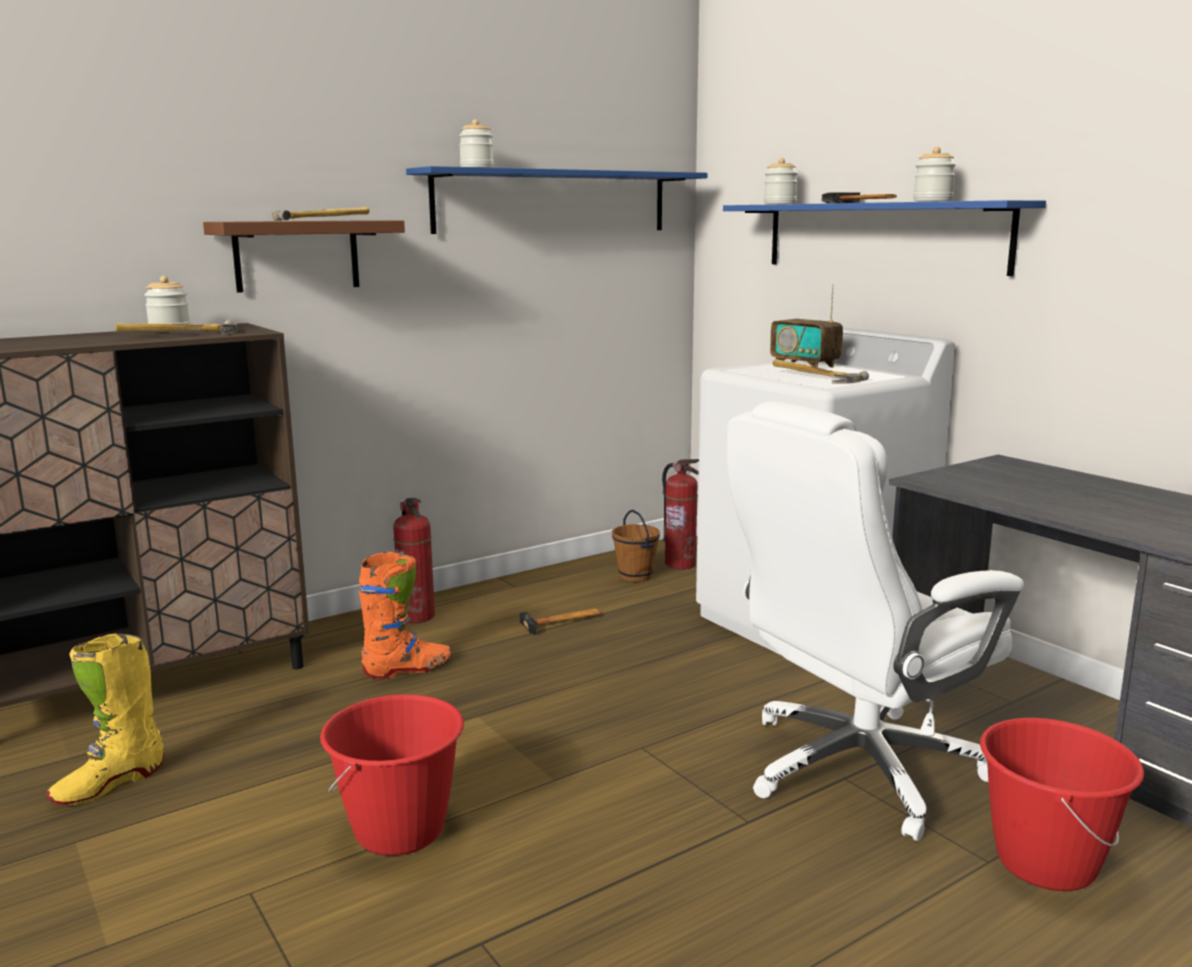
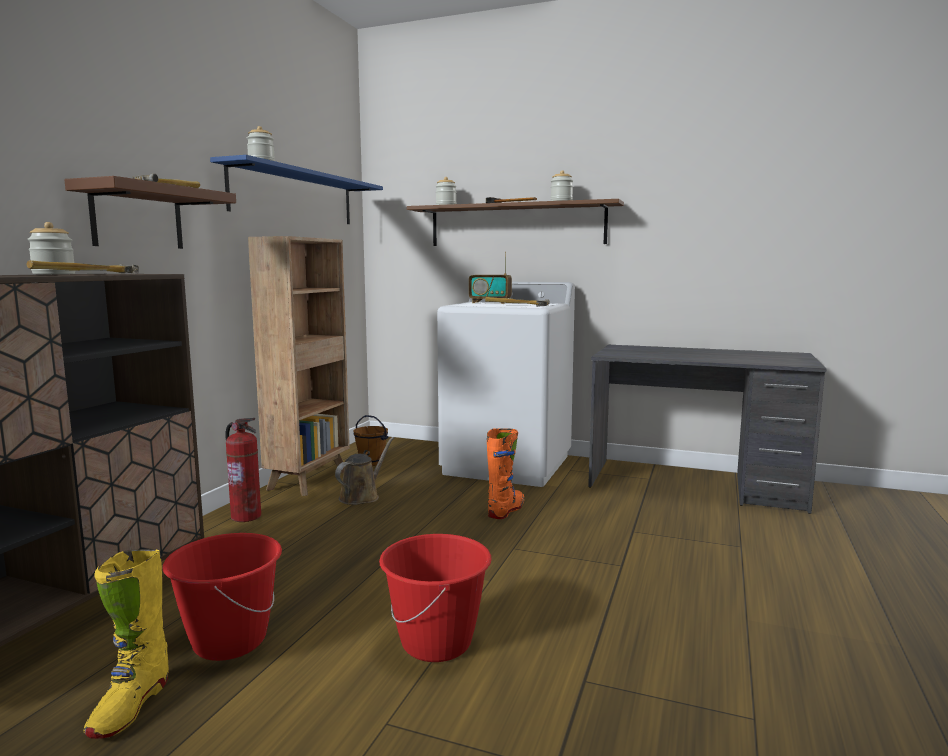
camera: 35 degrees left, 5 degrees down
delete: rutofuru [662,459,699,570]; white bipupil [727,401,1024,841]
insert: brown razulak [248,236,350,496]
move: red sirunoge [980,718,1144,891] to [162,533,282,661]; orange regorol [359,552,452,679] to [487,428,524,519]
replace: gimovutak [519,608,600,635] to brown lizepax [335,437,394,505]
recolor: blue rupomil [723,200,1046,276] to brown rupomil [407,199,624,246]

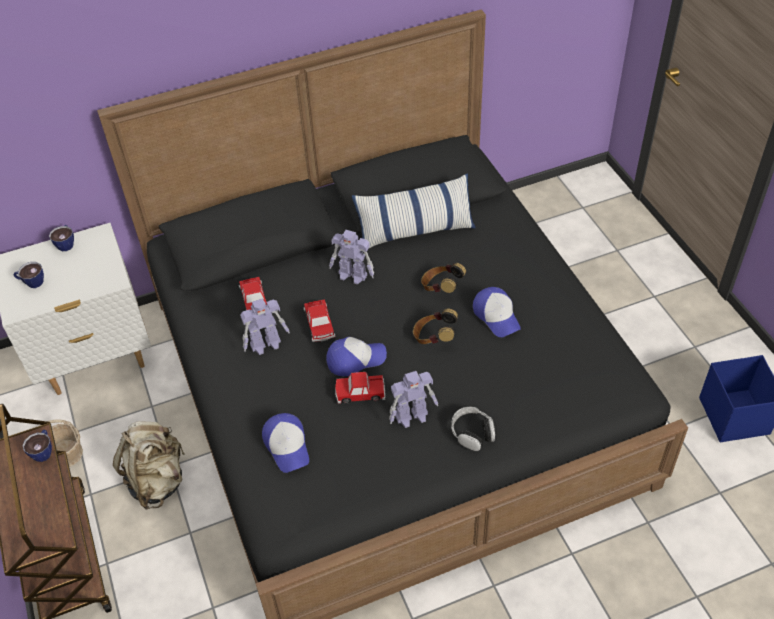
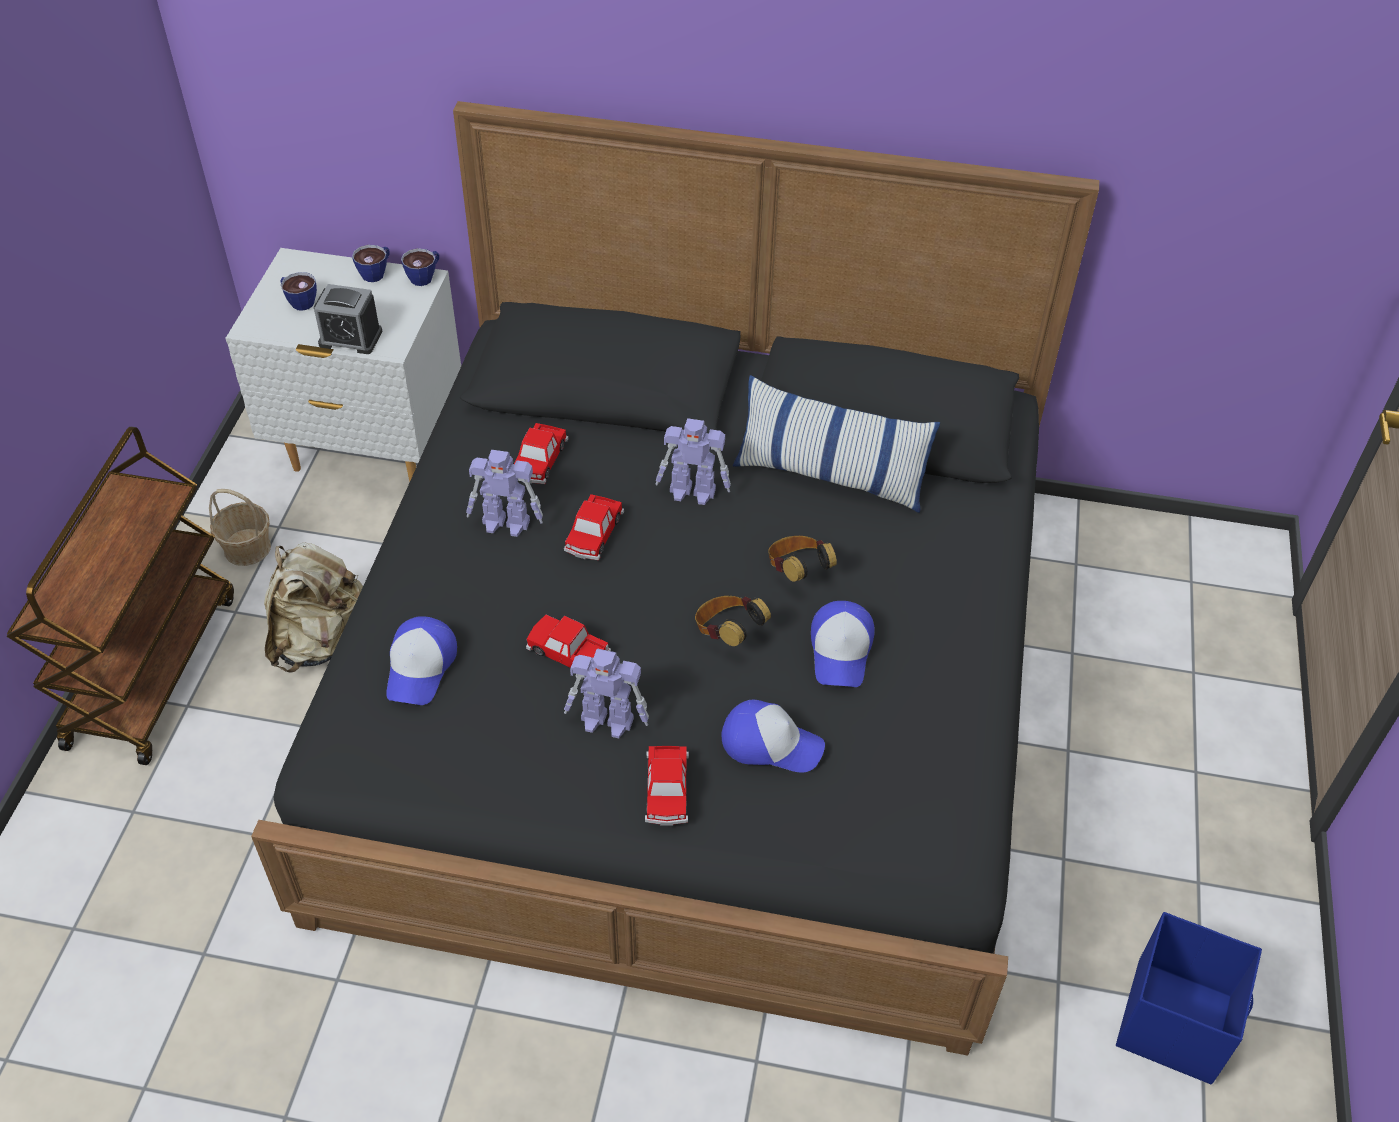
camera: 30 degrees right, 0 degrees up
insert: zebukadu [314,284,382,354]
move: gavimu [22,430,52,462] to [401,248,439,286]; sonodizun [326,337,387,376] to [721,700,825,773]
replace: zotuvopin [451,407,495,451] to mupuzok [645,746,689,826]
rotate: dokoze [329,230,374,284] = [655,418,731,505] 45 degrees counterclockwise

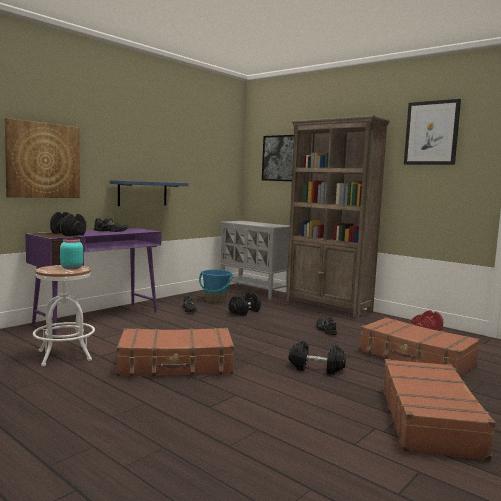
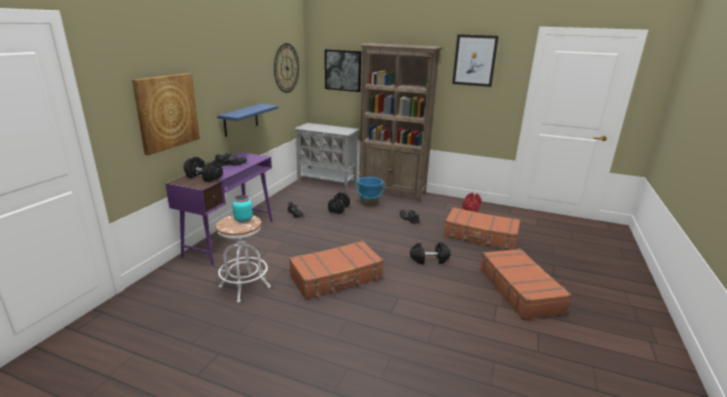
camera: 20 degrees left, 15 degrees up
insert: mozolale [274,43,299,93]
move: blue sirunoge [199,270,233,303] to [356,177,385,206]

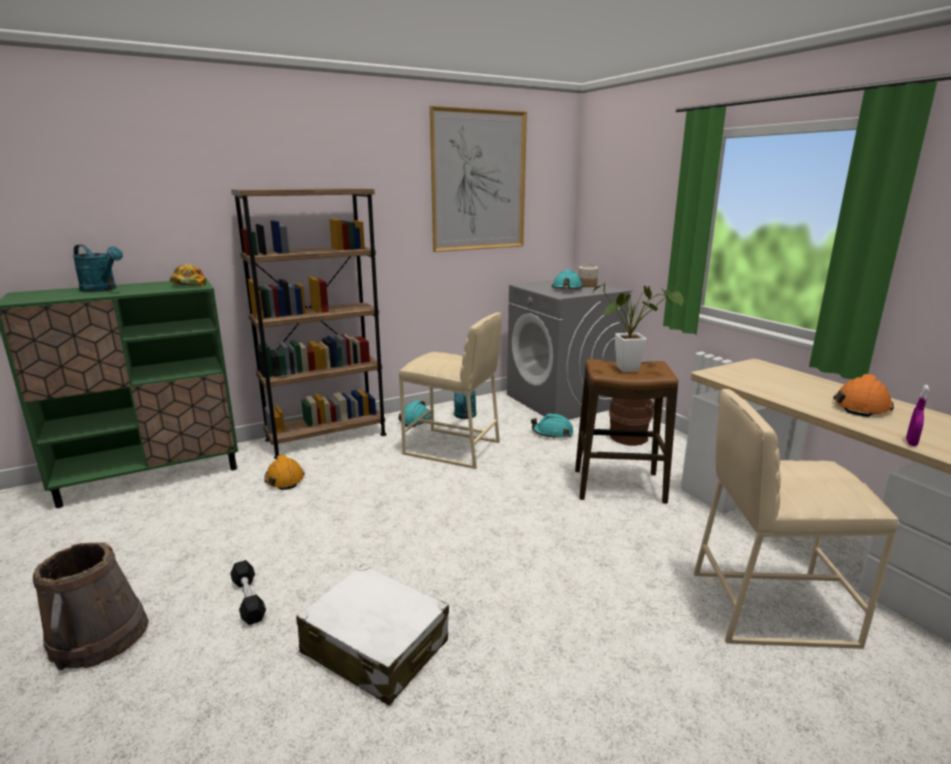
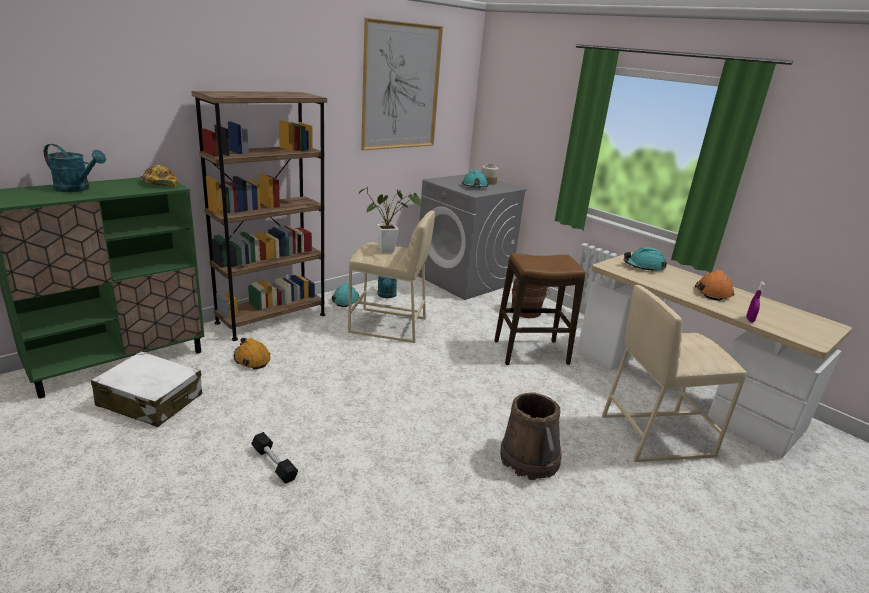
camera: 15 degrees left, 5 degrees up
move: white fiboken [296,564,449,706] to [91,351,202,427]; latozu [593,282,683,372] to [359,186,421,253]; brown sirunoge [33,542,149,670] to [500,392,562,480]; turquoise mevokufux [531,414,573,439] to [624,247,667,272]

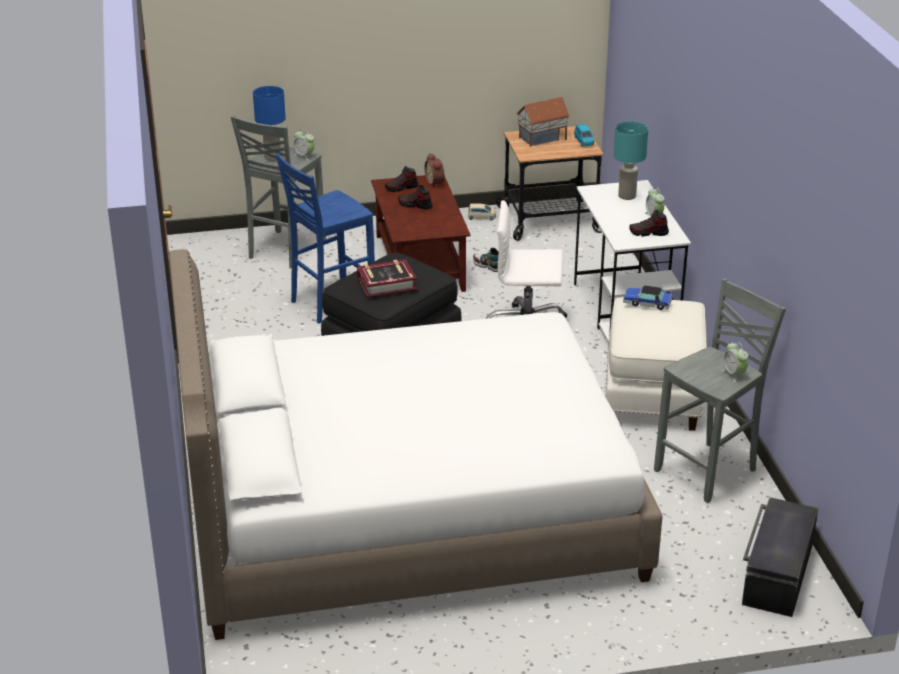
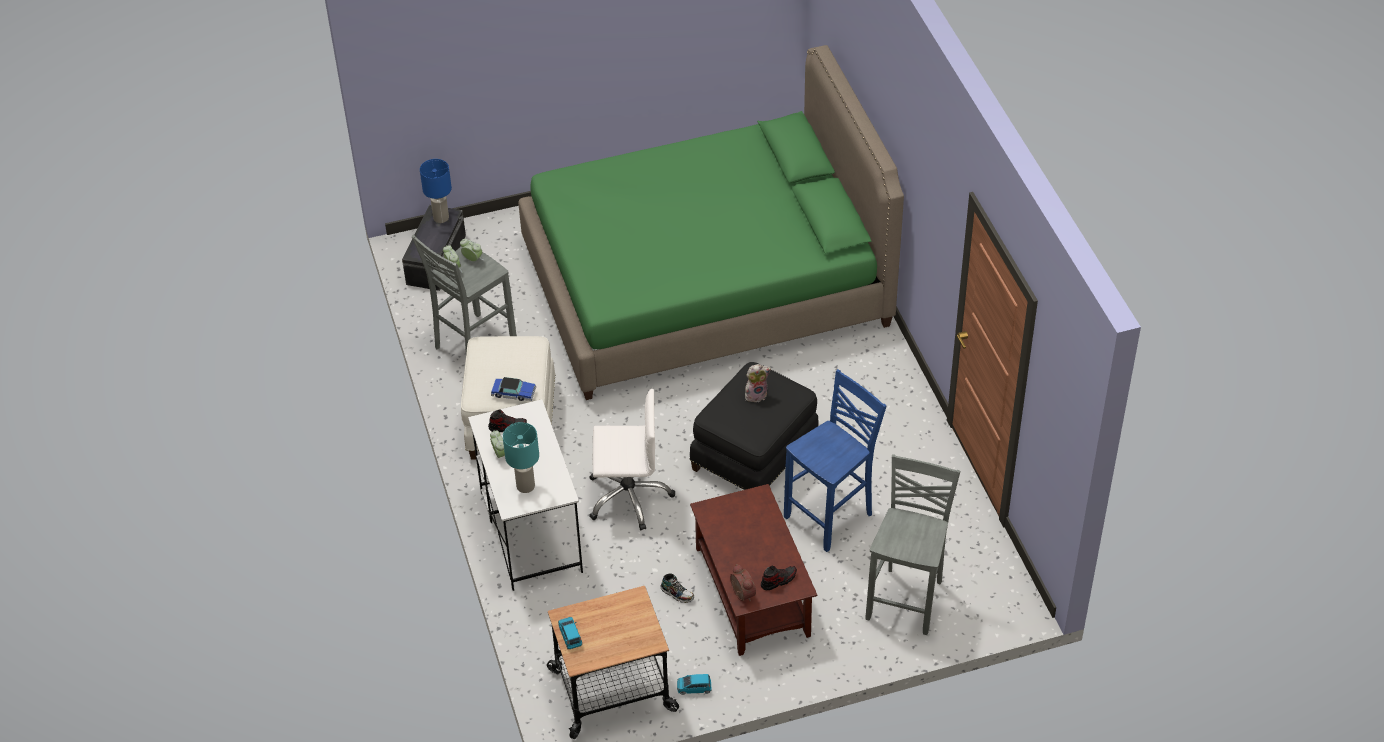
camera: 175 degrees right, 15 degrees up
delete: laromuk [398,185,432,210]; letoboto [517,97,570,147]
move: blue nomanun [253,86,286,161] to [420,159,452,223]; zebukadu [294,129,315,161] to [460,239,484,262]
replace: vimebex [357,259,417,298] to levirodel [745,364,771,402]
recolor: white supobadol [169,249,663,640] to green supobadol [518,45,904,400]; beige mupuzok [468,203,496,221] to blue mupuzok [677,674,712,695]

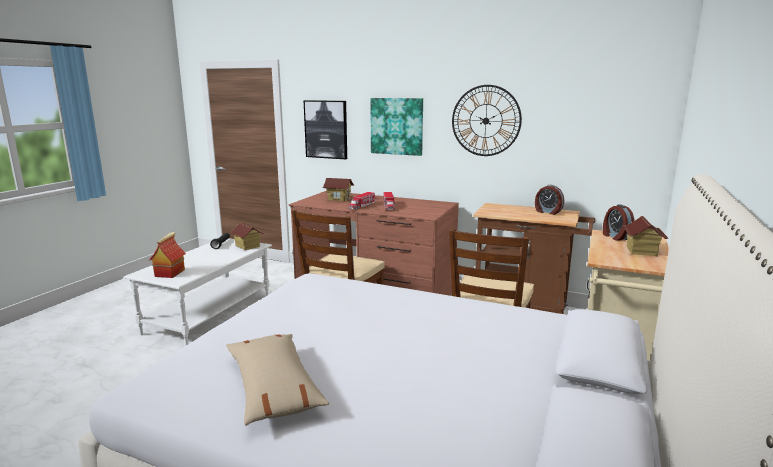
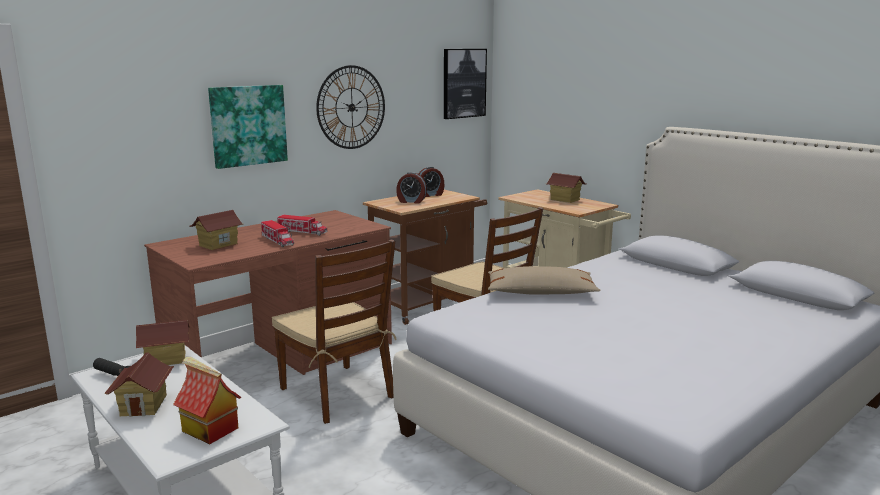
camera: 65 degrees left, 0 degrees up
insert: letoboto [104,352,174,417]
move: zebukadu [603,204,635,241] to [396,172,427,204]; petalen [303,100,347,159] to [444,49,487,119]; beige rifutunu [226,334,329,426] to [488,266,601,295]

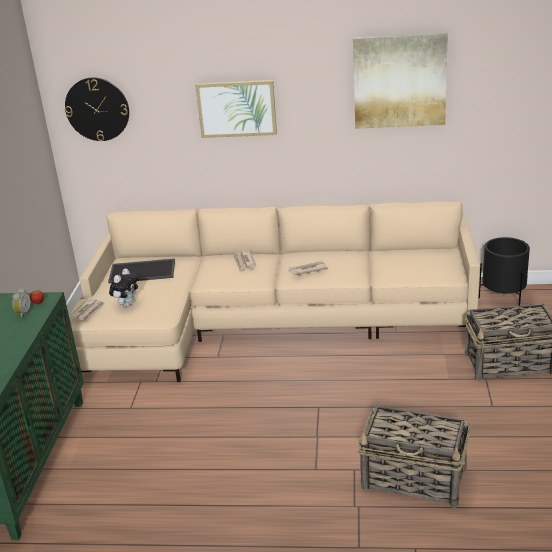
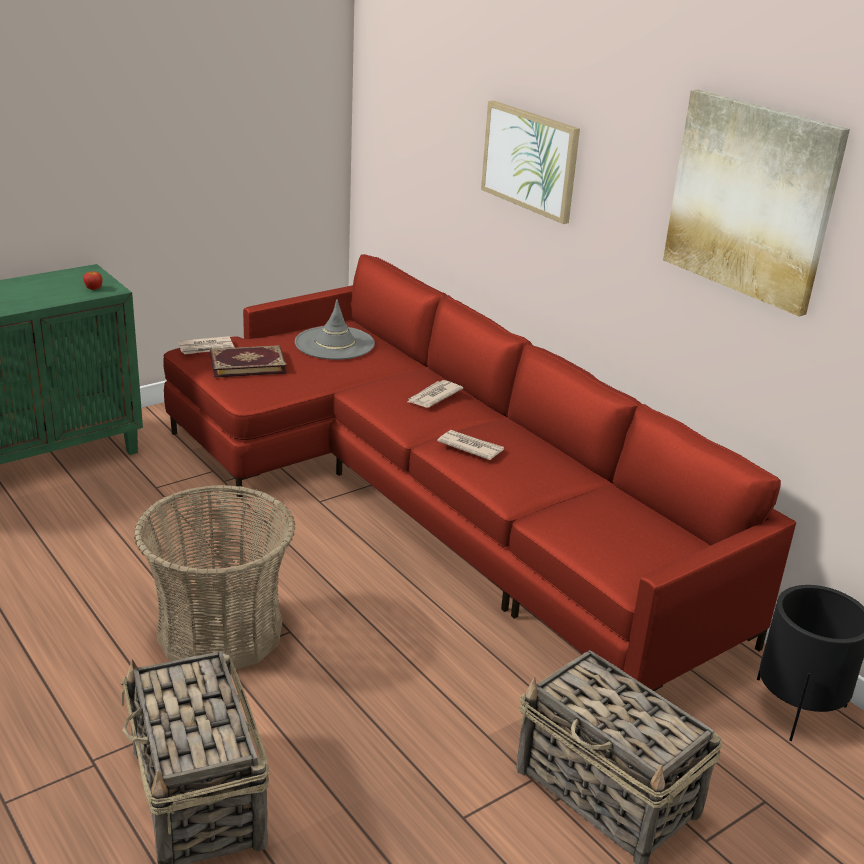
camera: 45 degrees right, 0 degrees up
delete: zebukadu [12,288,30,318]; mozolale [65,77,129,141]
insert: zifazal [134,485,295,670]
replace: levirodel [109,269,138,307] to vimebex [210,345,287,378]; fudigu [108,258,175,284] to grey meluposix [295,299,375,360]
recolor: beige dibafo [70,201,480,382] to red dibafo [163,254,796,691]

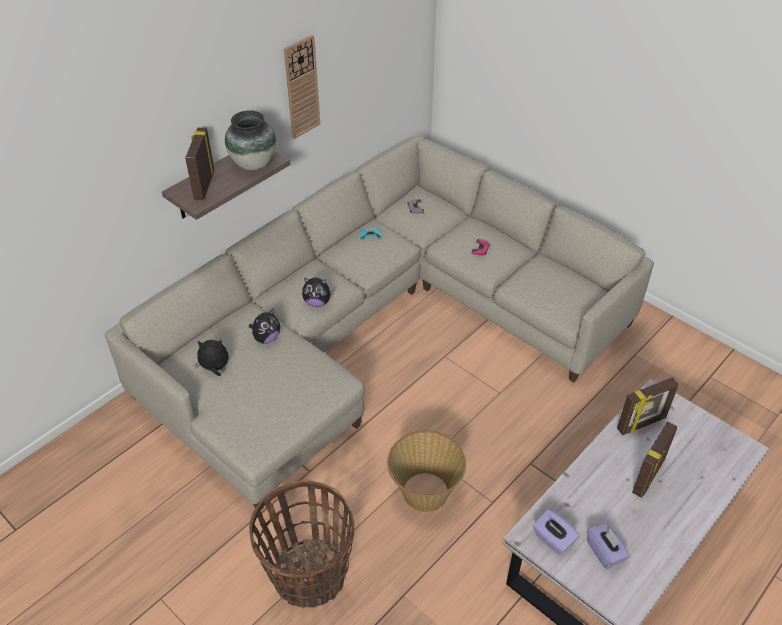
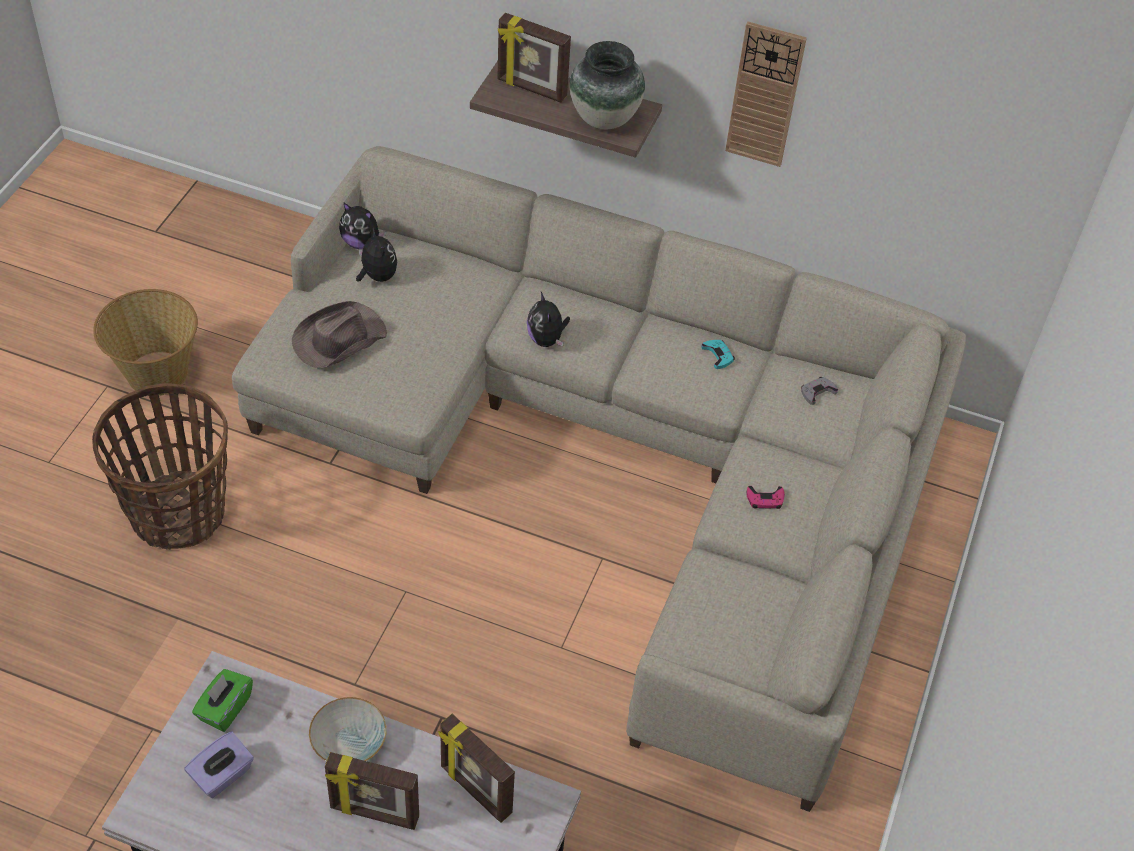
camera: 65 degrees right, 5 degrees up
insert: brown meluposix [292,301,387,369]; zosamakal [309,697,387,761]
move: zifazal [387,431,466,512] to [93,289,198,396]; levirodel [249,309,280,344] to [339,202,386,249]
recolor: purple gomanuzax [533,509,580,555] to green gomanuzax [192,669,253,732]
rotate: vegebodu [185,128,214,201] = [497,13,571,103] 135 degrees counterclockwise

